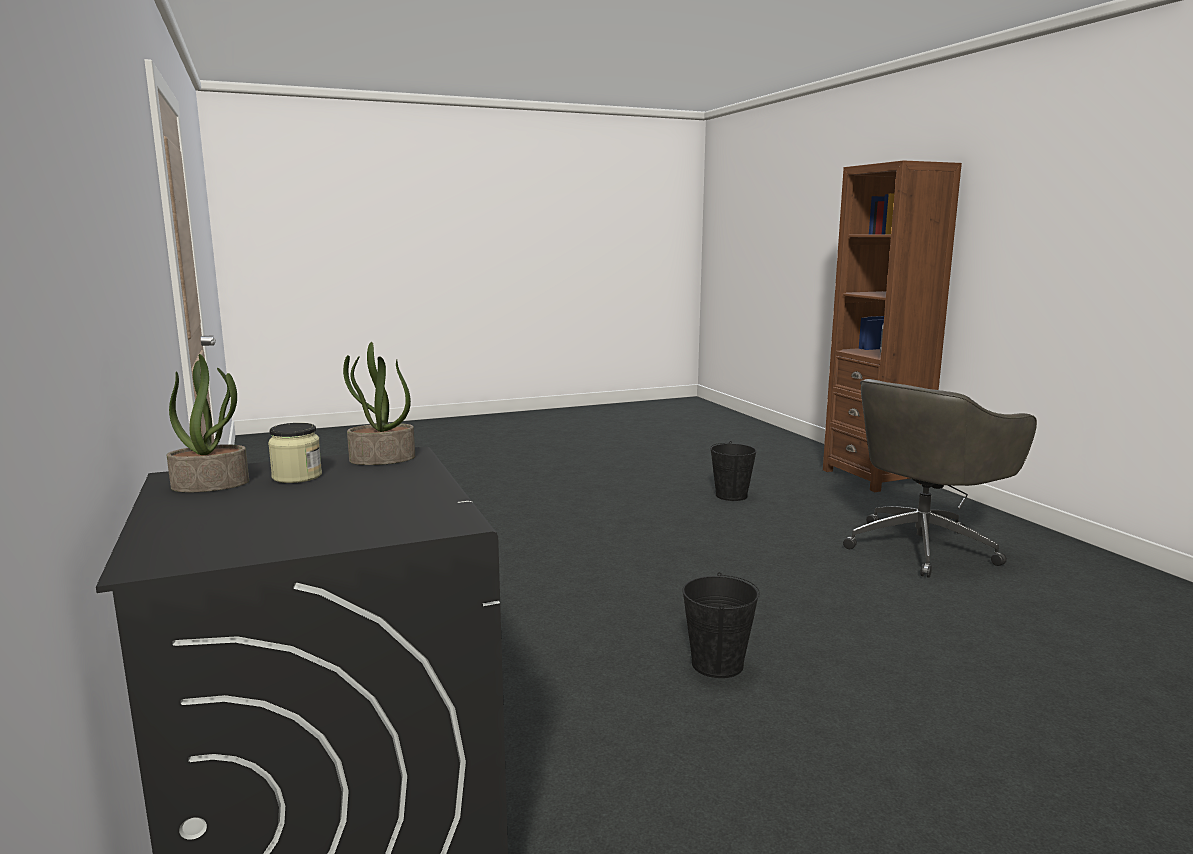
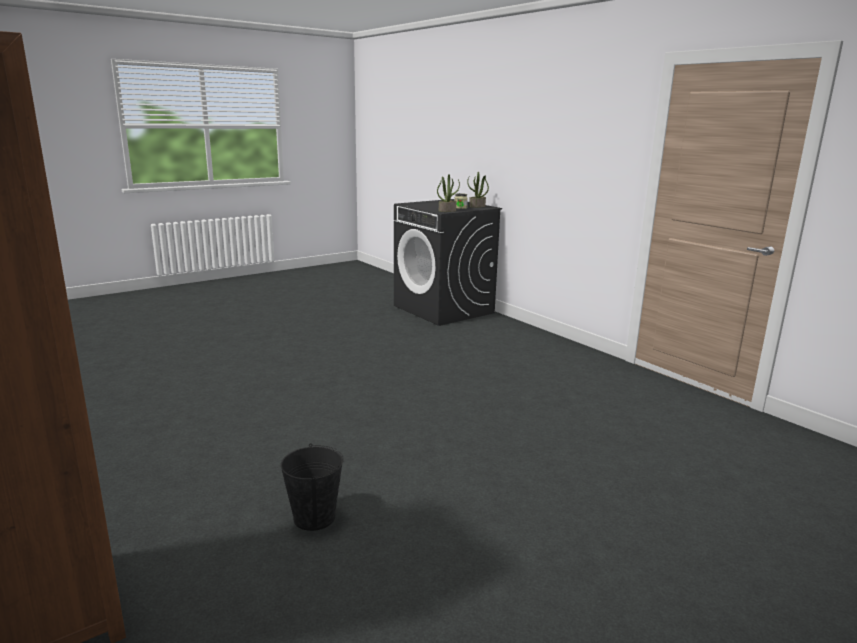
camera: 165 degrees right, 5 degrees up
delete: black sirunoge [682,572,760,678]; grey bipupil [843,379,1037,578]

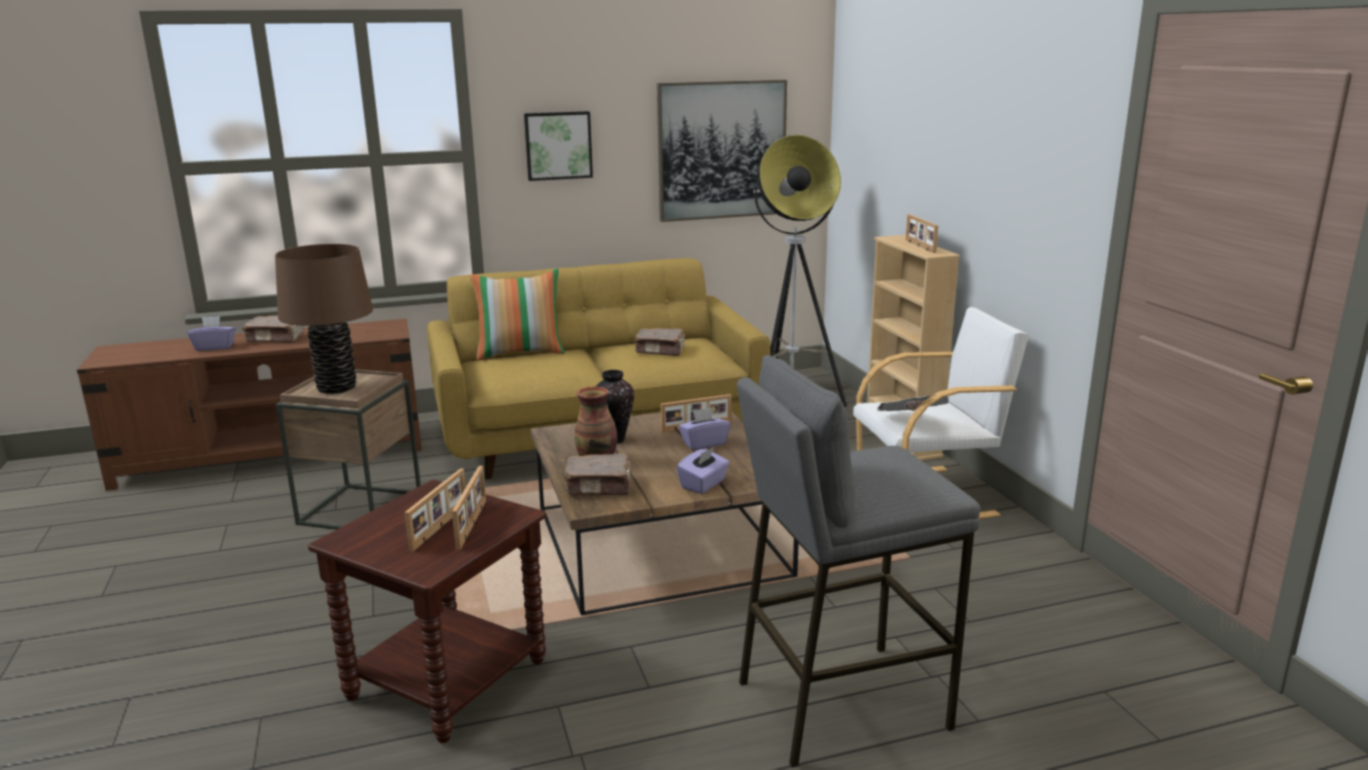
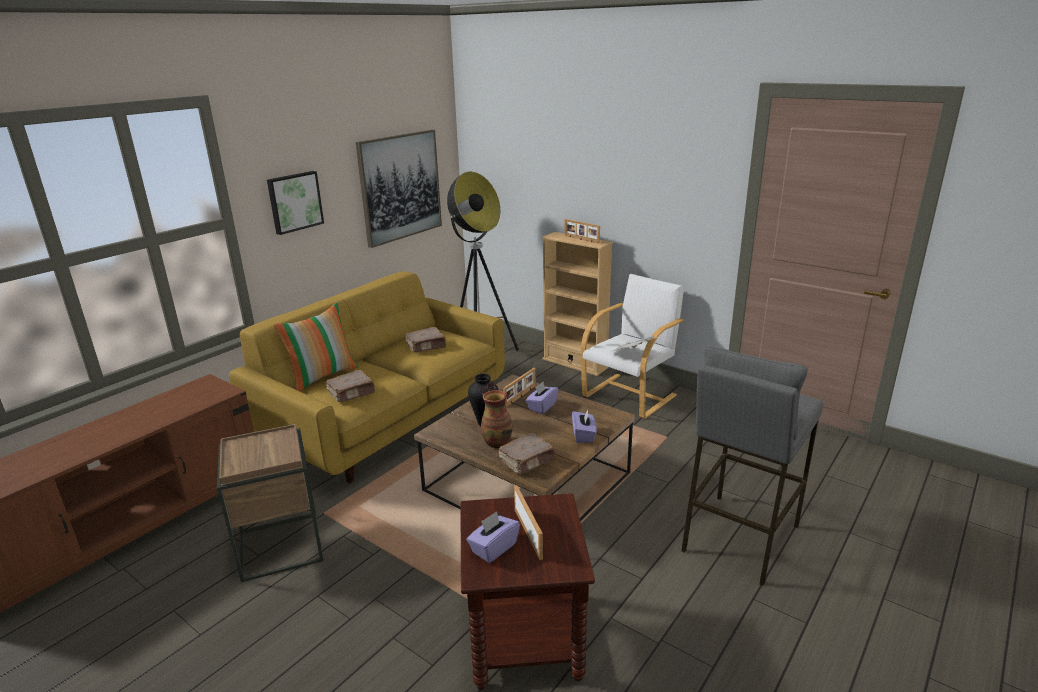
camera: 35 degrees left, 5 degrees up
delete: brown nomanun [275,244,373,394]; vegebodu [452,466,486,550]
move: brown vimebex [242,315,304,343] to [326,370,375,402]; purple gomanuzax [187,316,236,351] to [466,511,520,563]

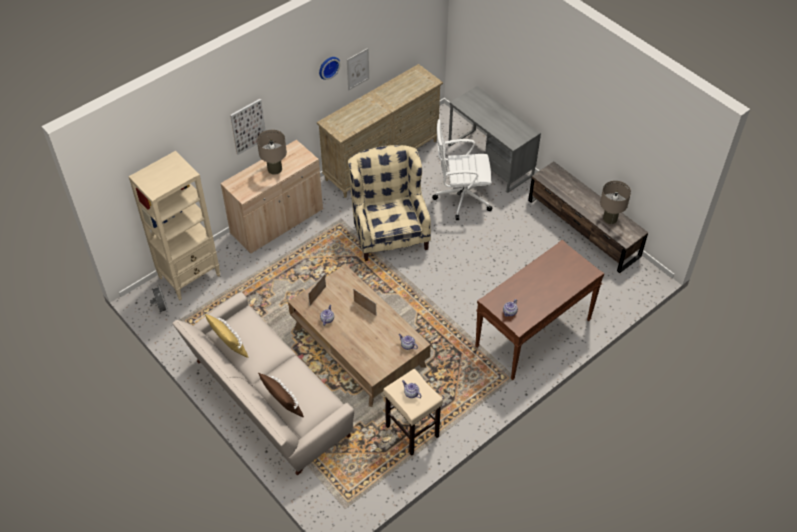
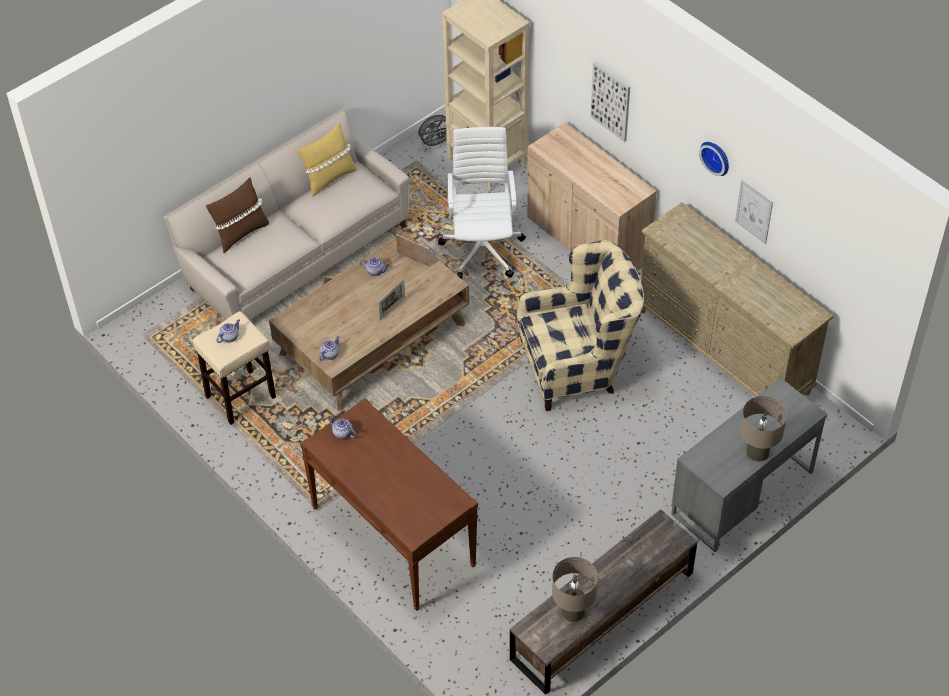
camera: 90 degrees right, 0 degrees up
move: white bipupil [432,119,492,220] to [438,127,526,279]; beige nomanun [257,130,287,175] to [740,396,787,462]

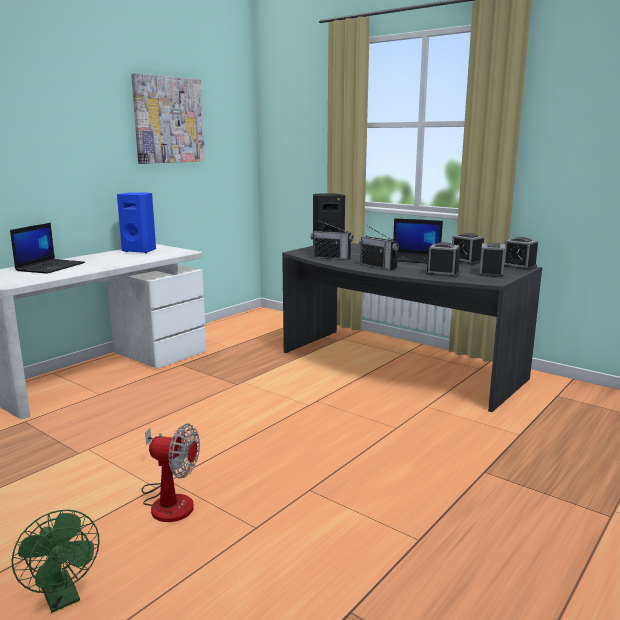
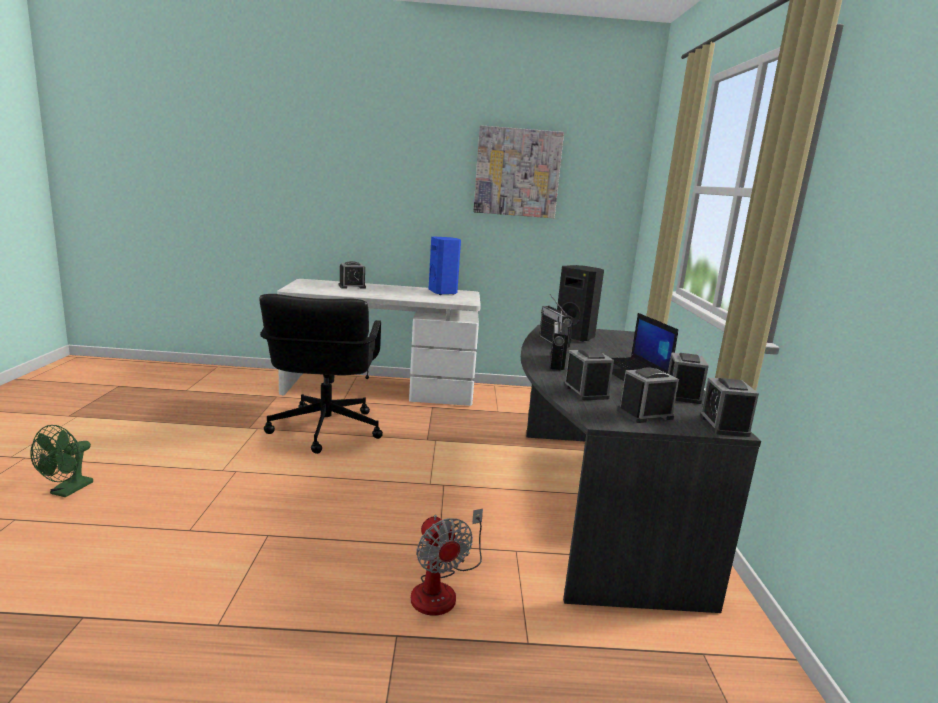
camera: 50 degrees right, 0 degrees up
insert: black bipupil [259,294,383,454]
move: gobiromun [142,424,200,522] to [411,509,483,616]
replace: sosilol [10,223,85,274] to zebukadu [339,261,366,289]

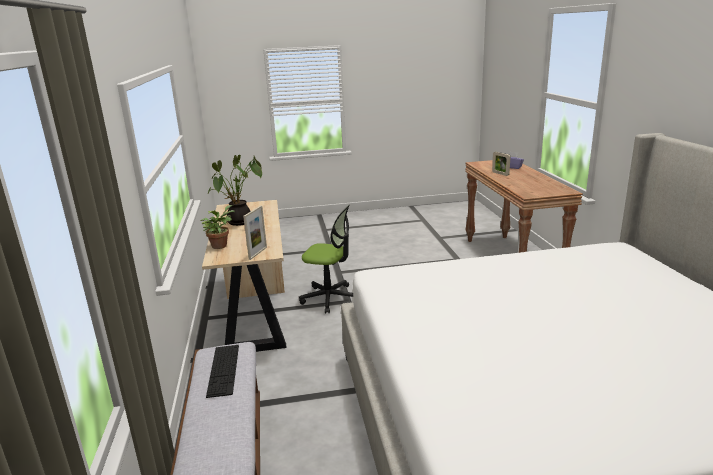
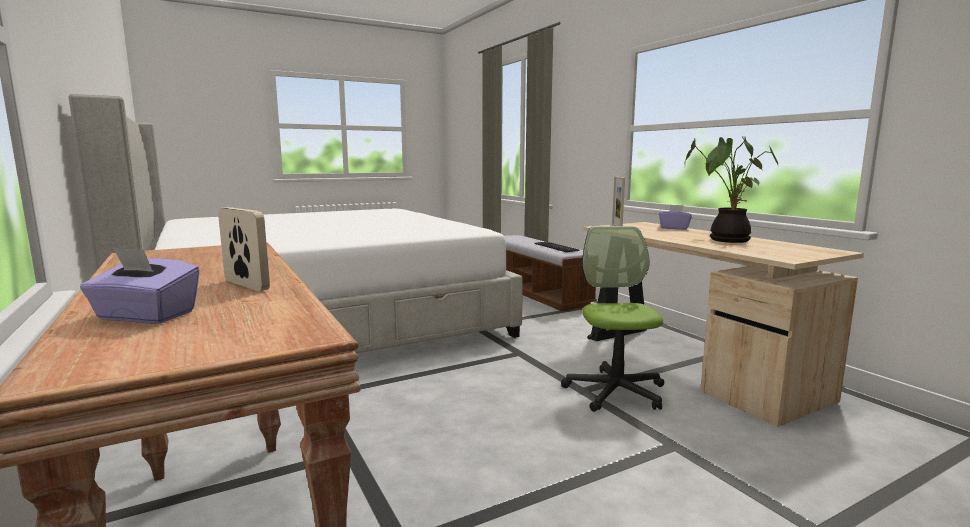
camera: 160 degrees right, 10 degrees down
replace: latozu [201,205,235,249] to purple gomanuzax [659,205,692,230]
rotate: bipupil [299,205,353,314] = [561,226,664,412] 90 degrees clockwise

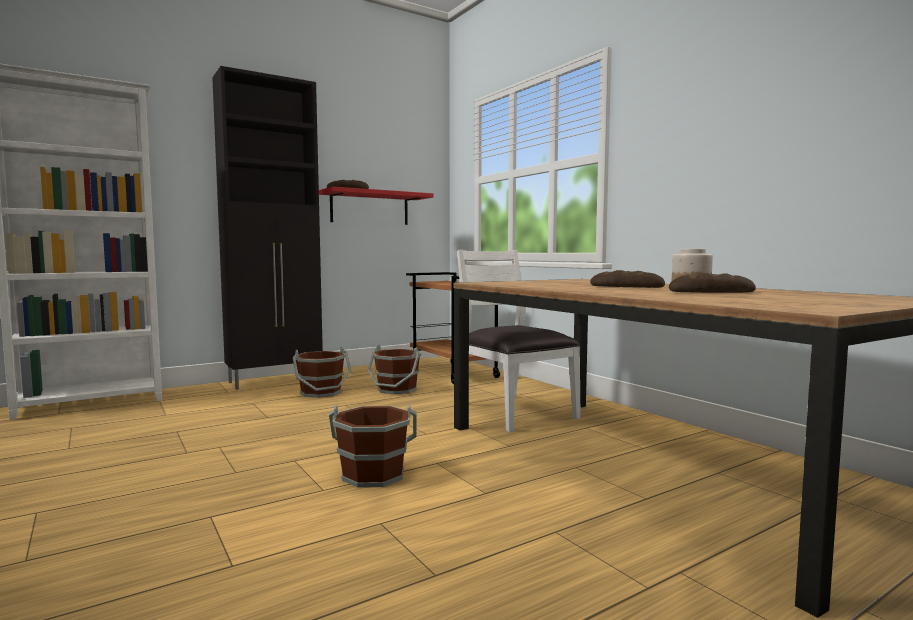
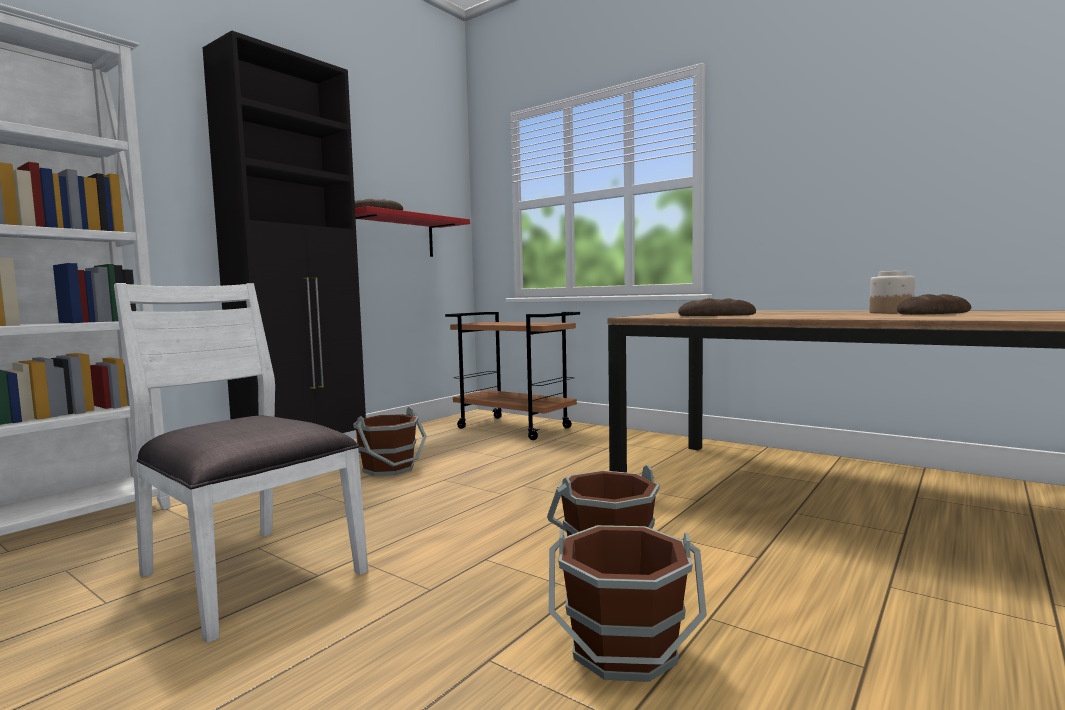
camera: 20 degrees left, 0 degrees up
move: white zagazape [457,250,581,433] to [114,283,368,643]; brown sirunoge [367,344,421,394] to [549,525,707,682]; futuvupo [590,270,665,288] to [678,298,756,316]

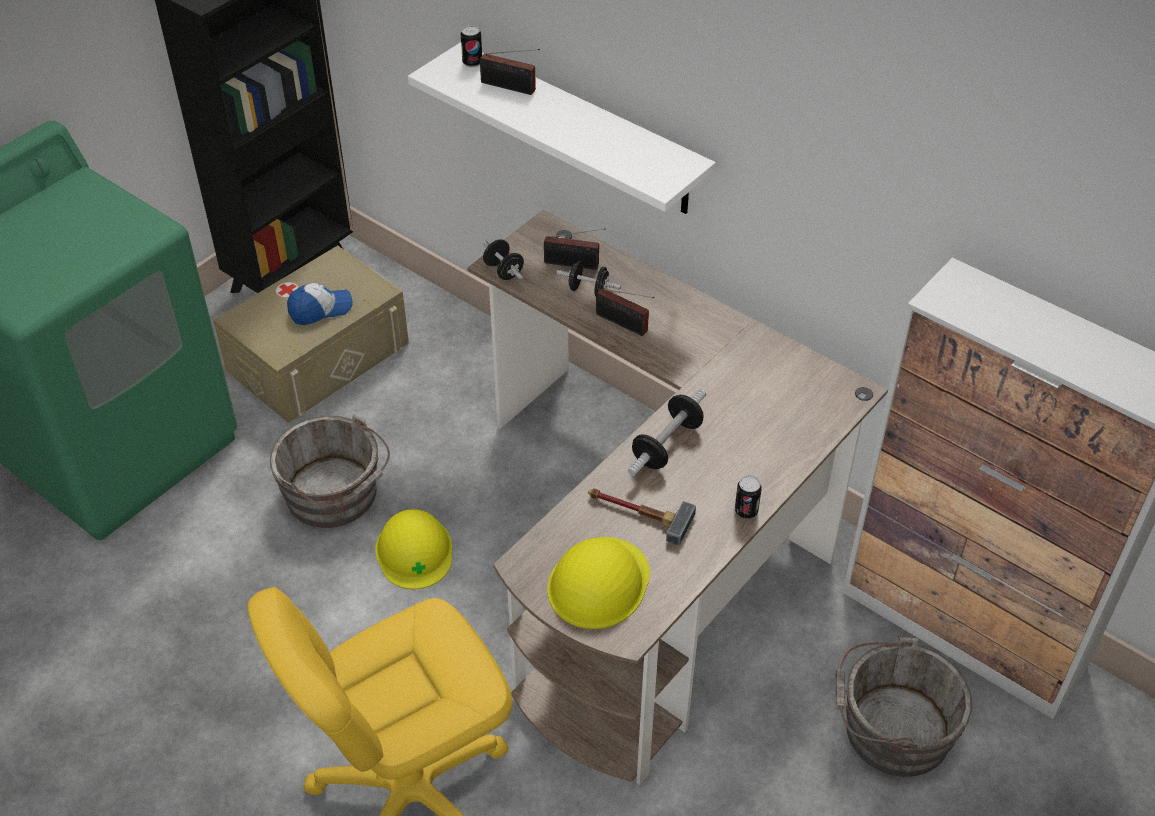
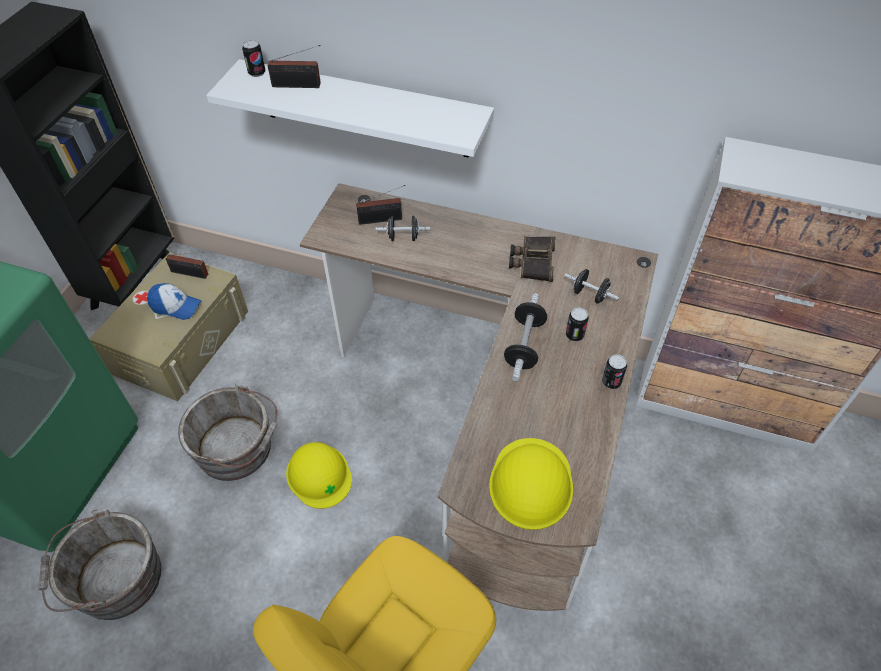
camera: 20 degrees left, 5 degrees up
delete: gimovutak [588,488,696,546]
insert: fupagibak [509,236,556,282]; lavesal [566,307,589,341]
move: grey sirunoge [835,636,972,777] to [38,509,161,620]; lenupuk [596,288,654,336] to [166,252,208,279]; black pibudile [483,239,524,280] to [565,269,619,304]
rotate: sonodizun [287,283,353,325] = [147,283,201,320] 60 degrees clockwise

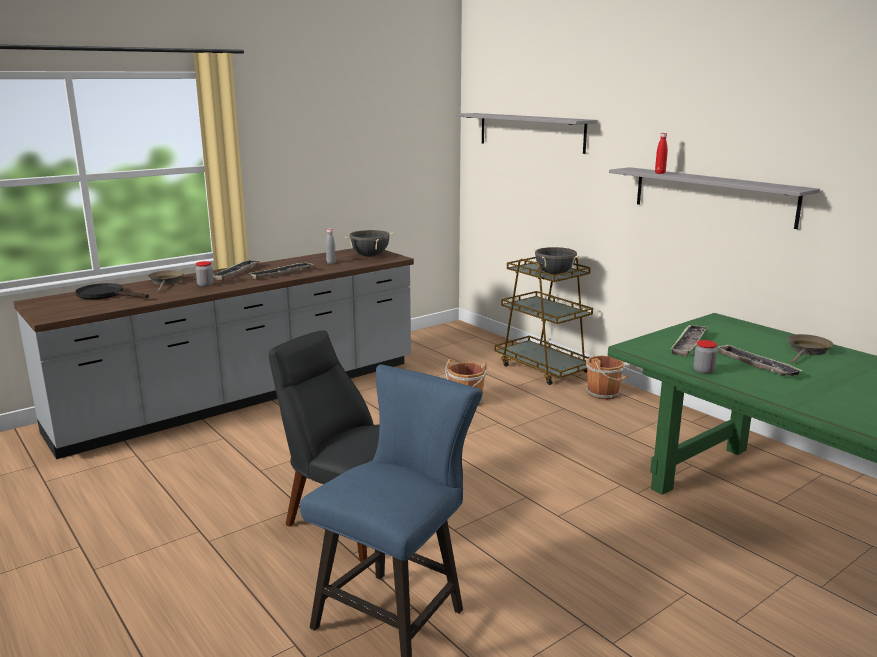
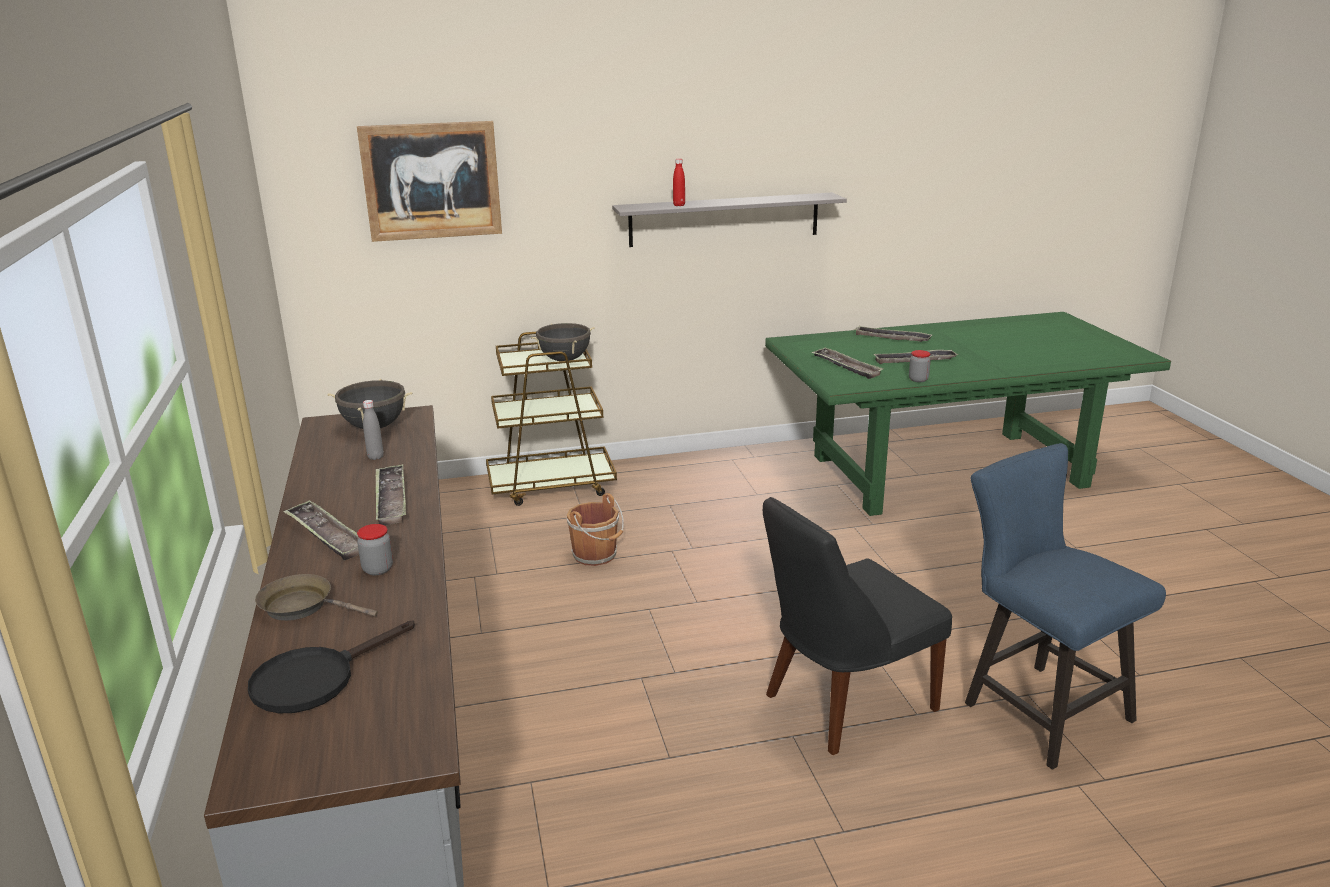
camera: 65 degrees left, 5 degrees up
delete: brown sirunoge [586,356,627,400]
replace: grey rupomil [456,113,597,154] to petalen [357,121,502,242]; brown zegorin [787,334,834,363] to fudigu [854,325,933,342]

